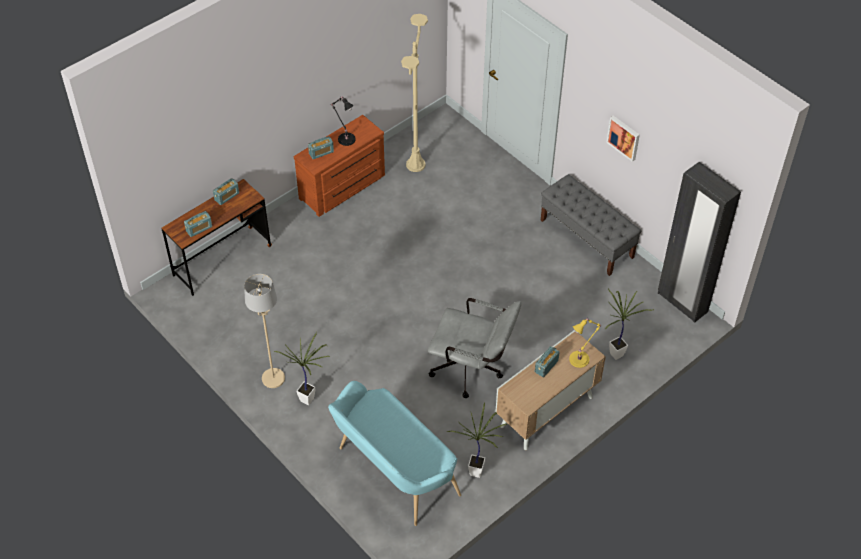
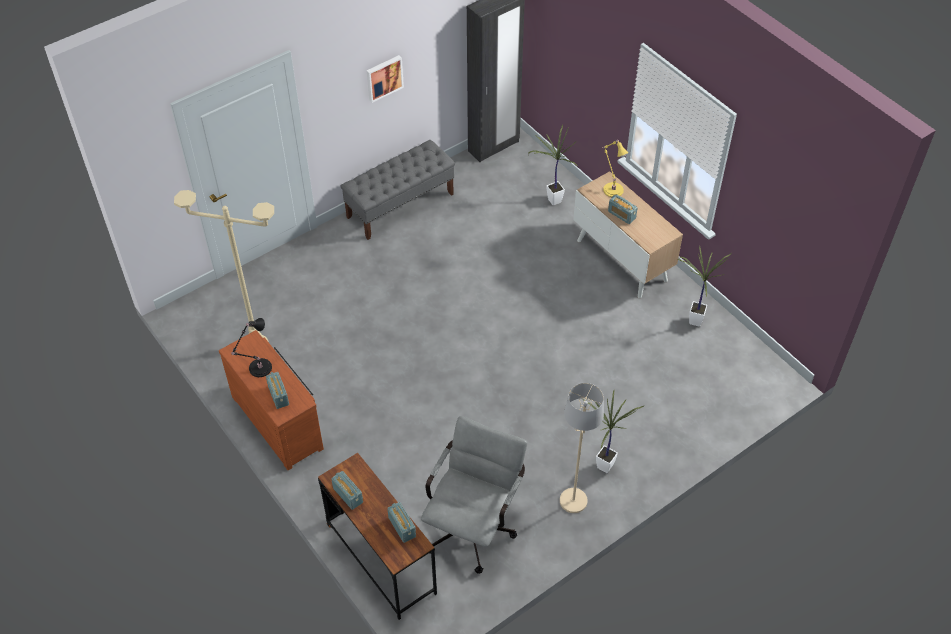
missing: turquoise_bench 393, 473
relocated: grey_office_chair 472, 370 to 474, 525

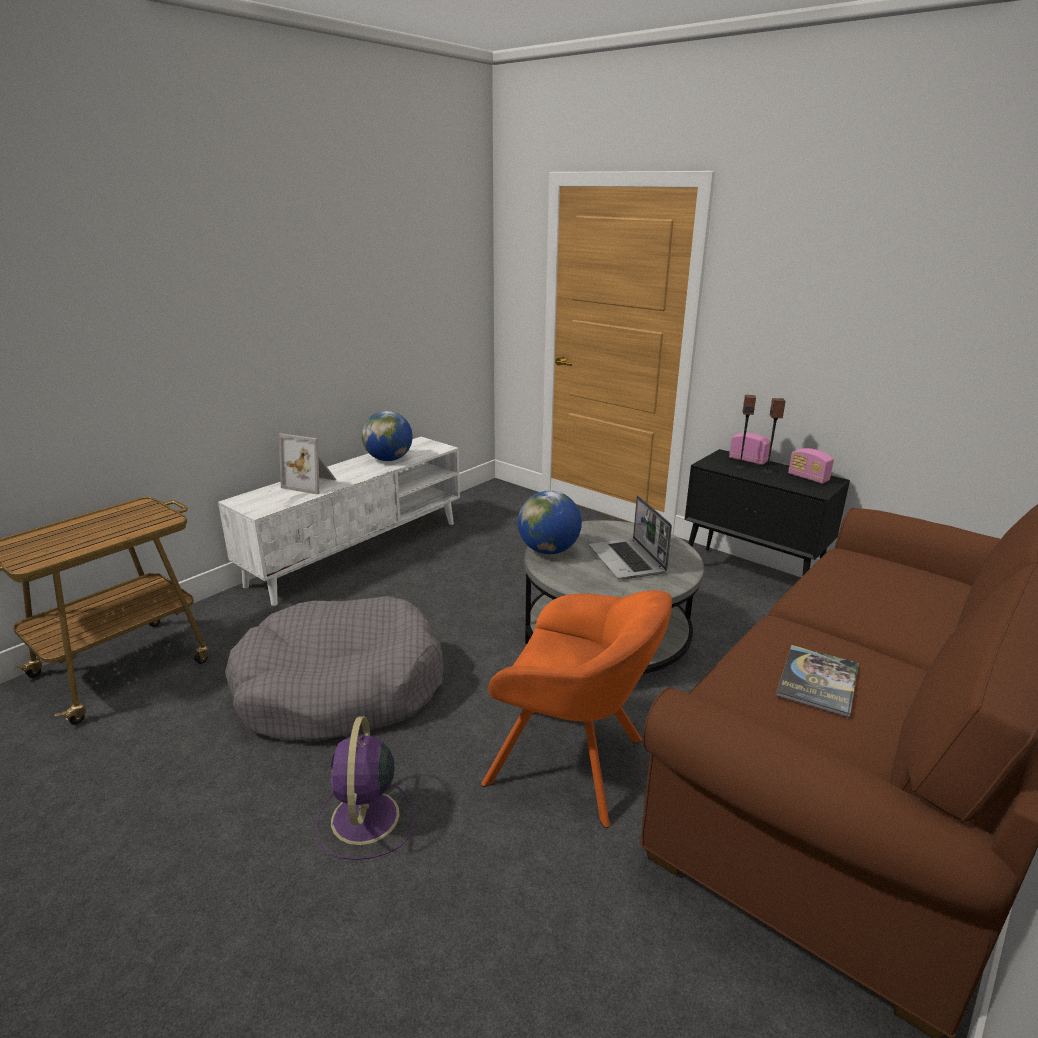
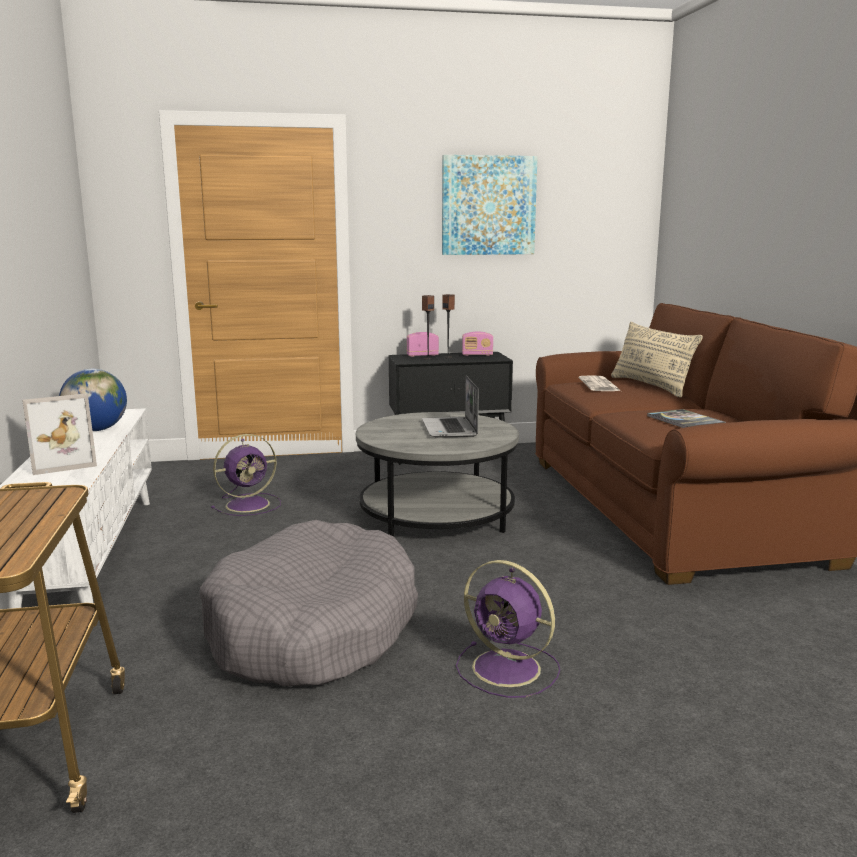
missing: globe 548, 550; orange_armchair 574, 764
appeared: picture 488, 205; beige_pillow 650, 386; newspaper 599, 385; purple_fan 249, 504
spun: laptop 628, 560 = 450, 429 60 degrees clockwise

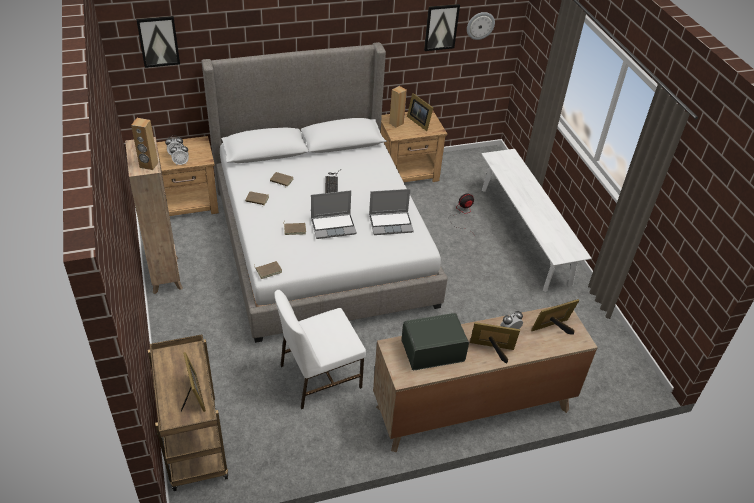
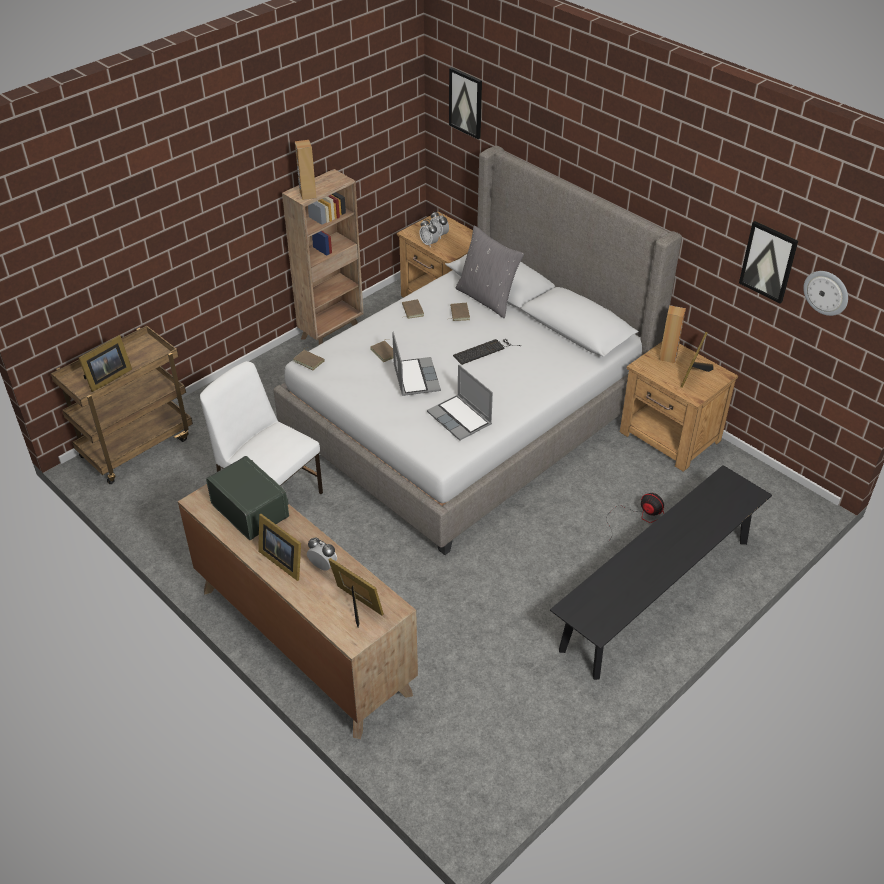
appeared: grey_pillow 487, 298
colour: white_bench 524, 234 to black_bench 657, 594
spun: laptop 334, 226 = 415, 377 150 degrees counterclockwise; picture_frame 492, 350 = 282, 560 150 degrees clockwise

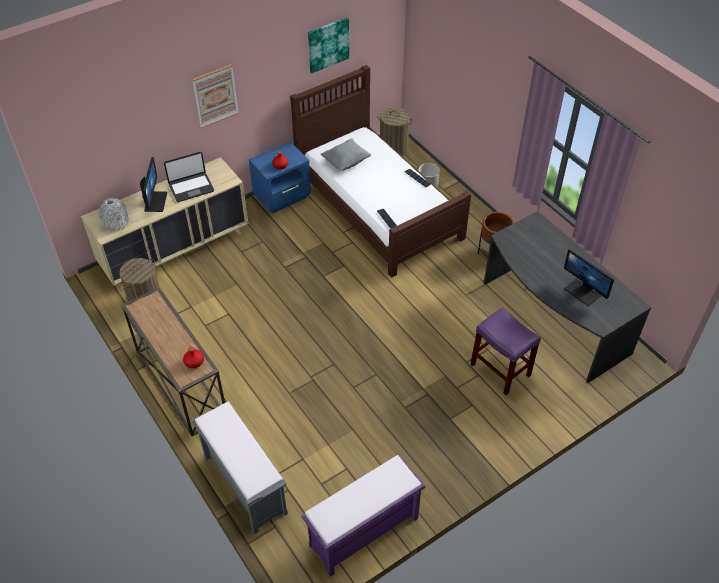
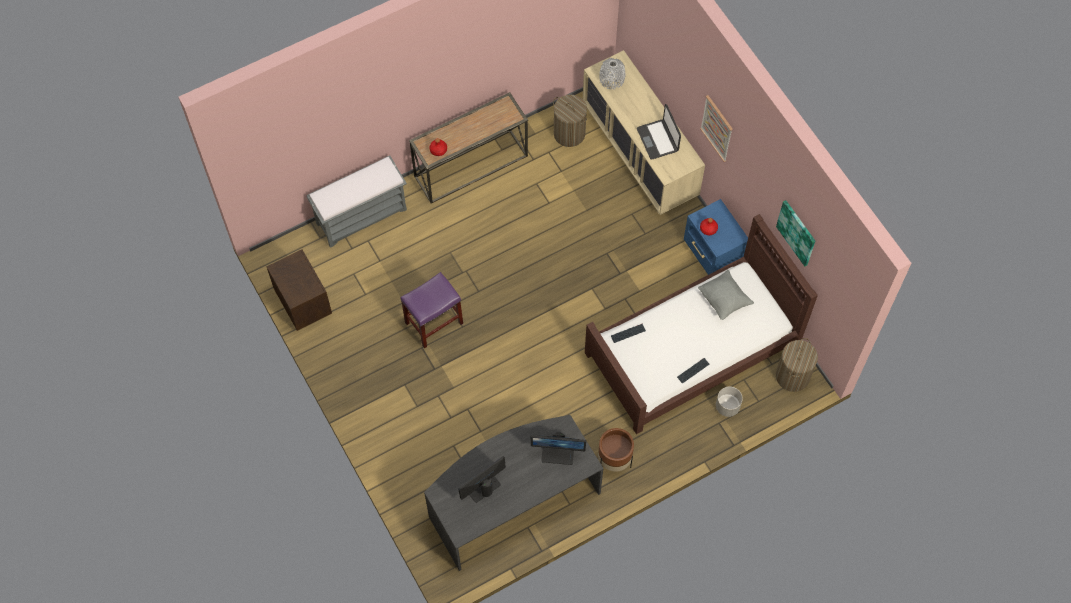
relocated: monitor 155, 201 to 558, 453; purple_stool 499, 370 to 434, 322
exchanged: purple_bench 363, 533 to brown_nightstand 304, 302

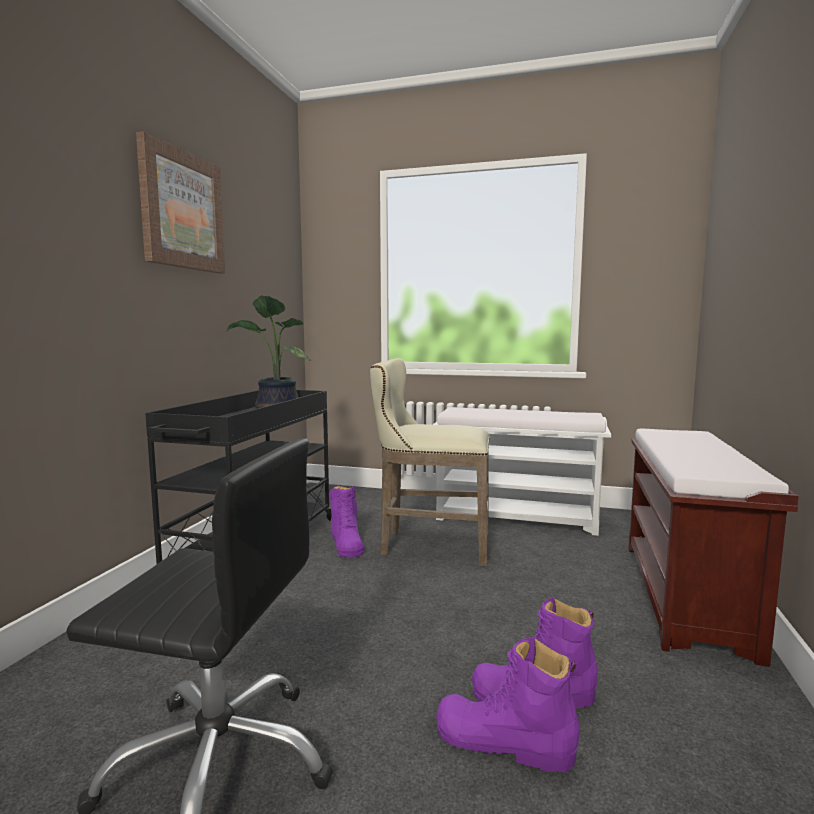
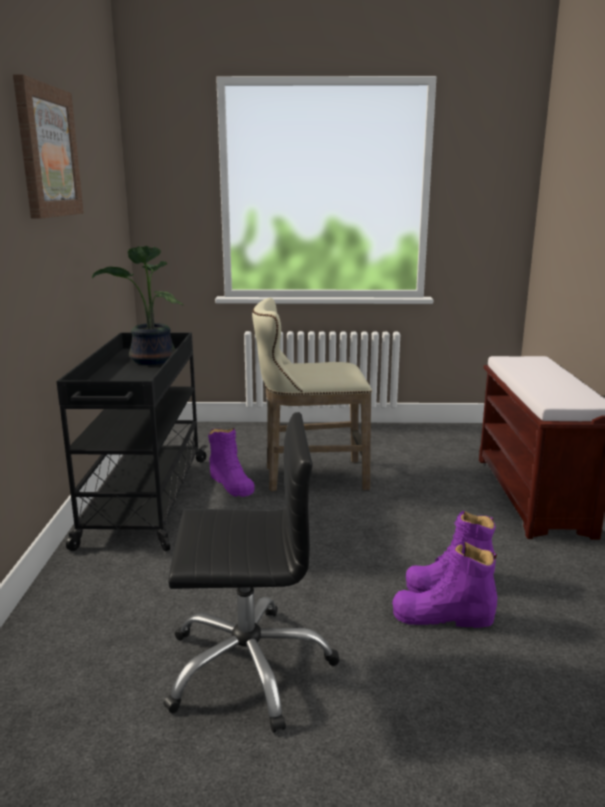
missing: white_bench 518, 517

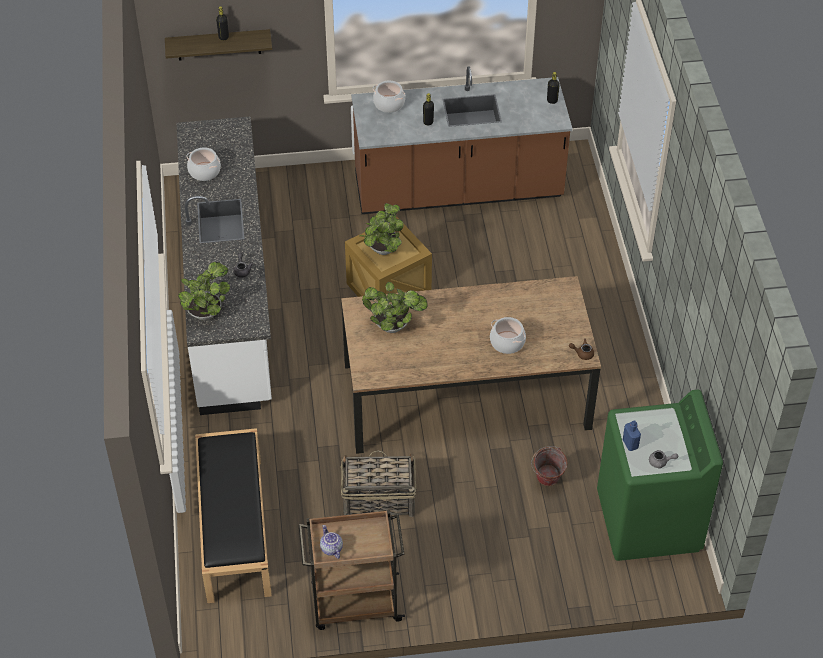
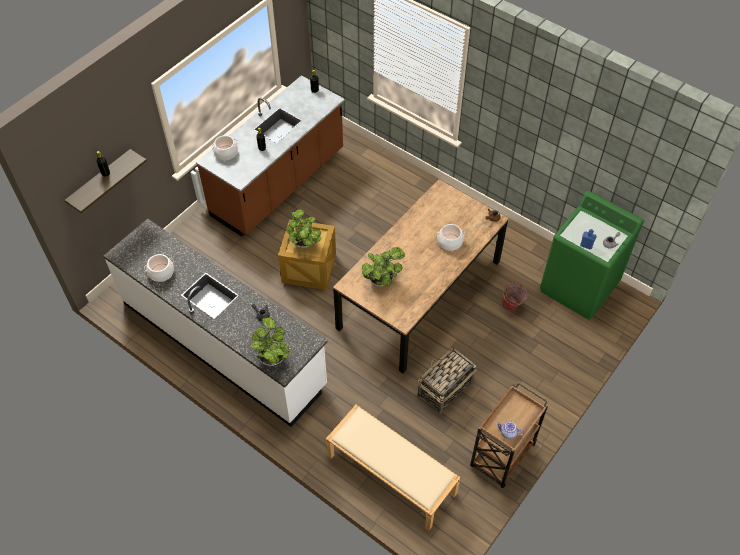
colour: black_bench 234, 527 to beige_bench 390, 474

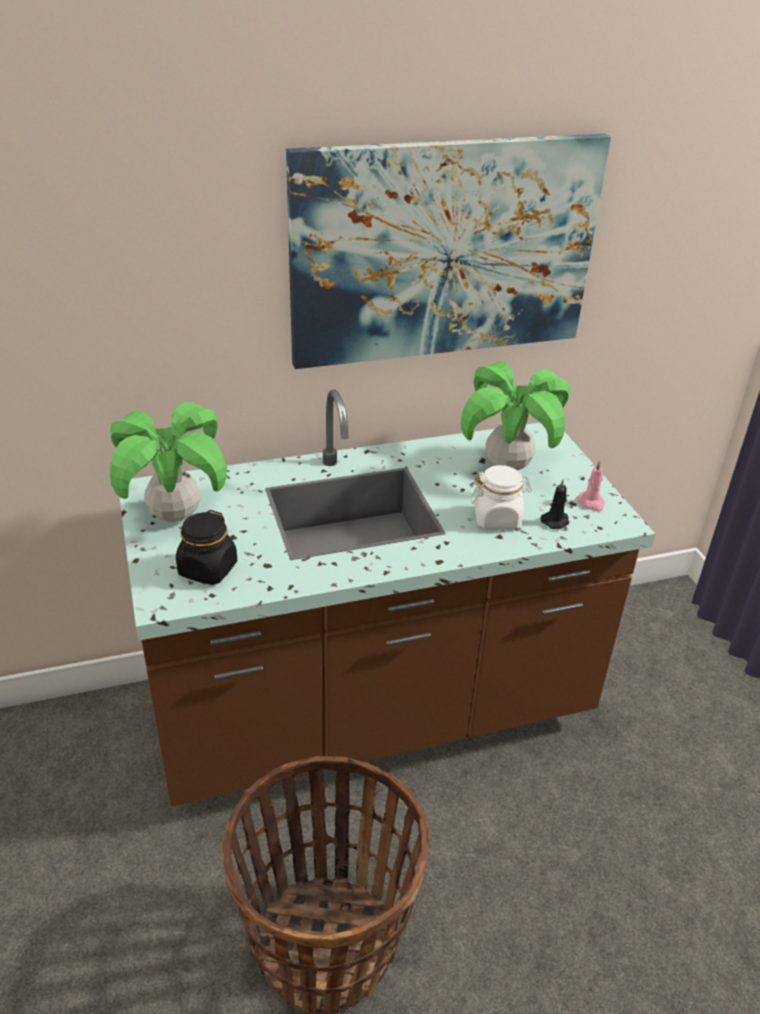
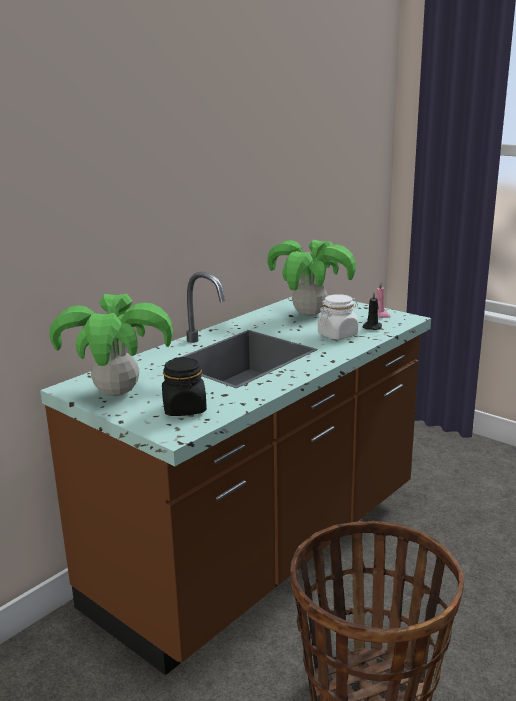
missing: picture 444, 251

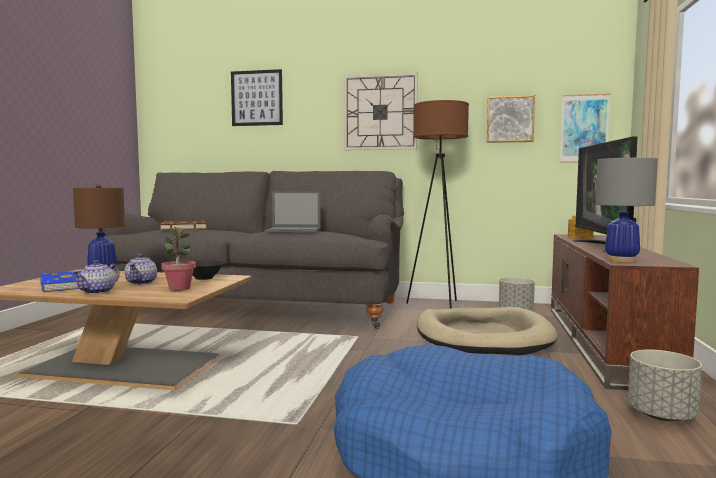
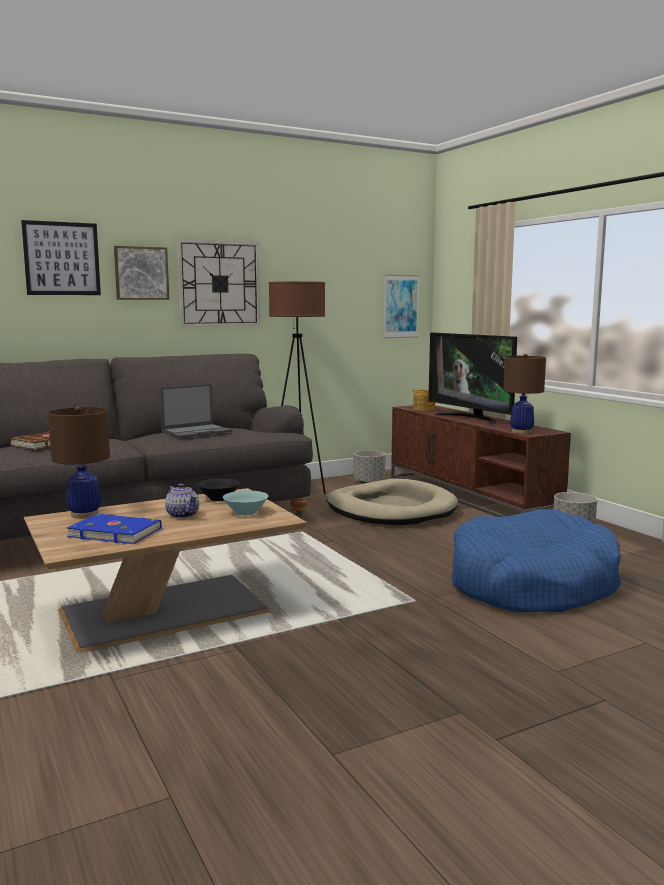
missing: teapot 98, 292
relocated: picture 510, 119 to 141, 273
exchanged: potted_plant 179, 289 to turquoise_bowl 246, 512
colour: grey_table_lamp 621, 260 to brown_table_lamp 521, 432

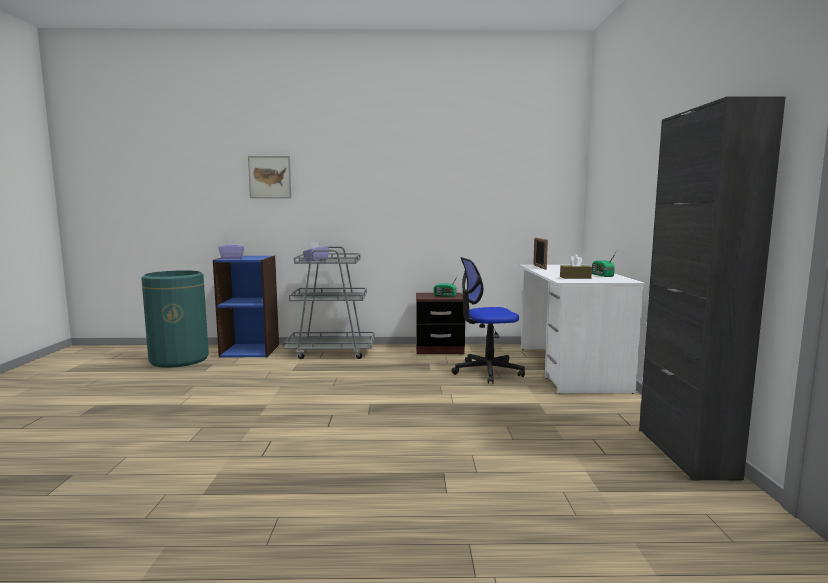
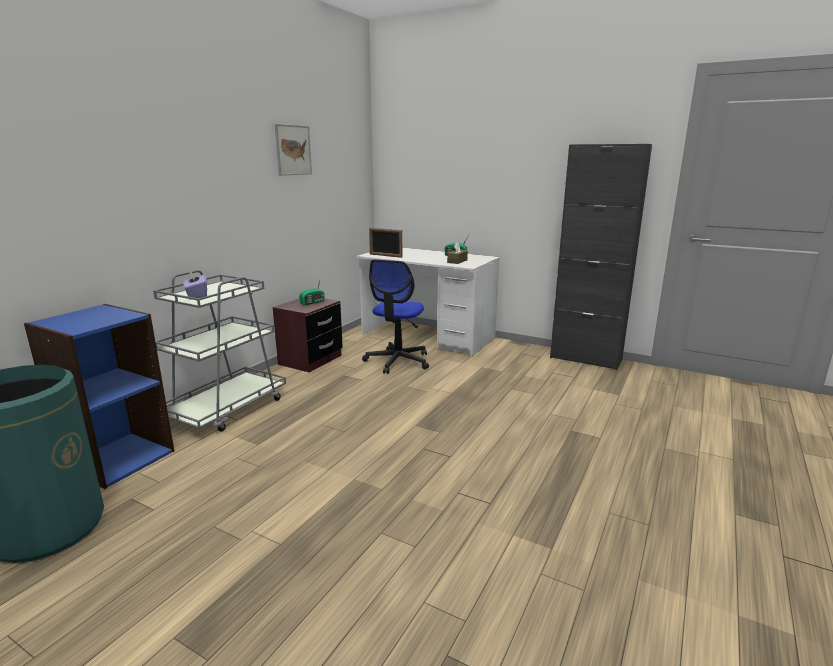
missing: purple_tissue_box 232, 258
relocated: picture 270, 177 to 293, 150

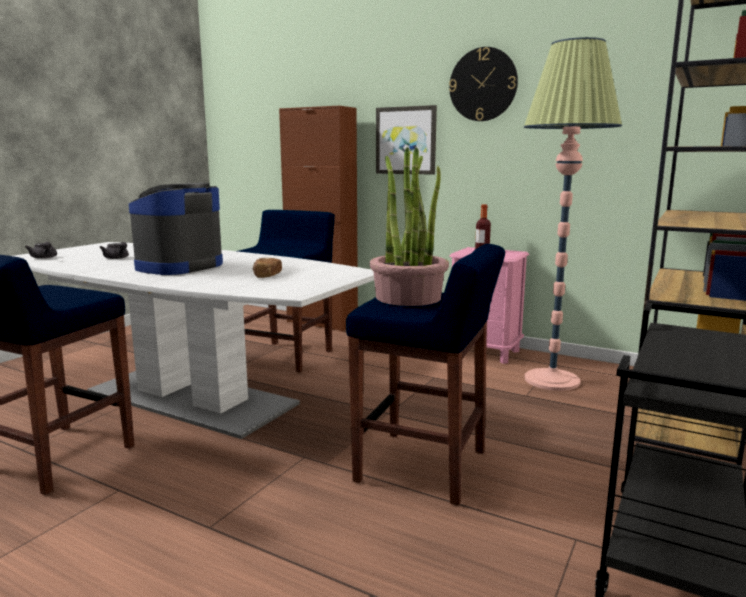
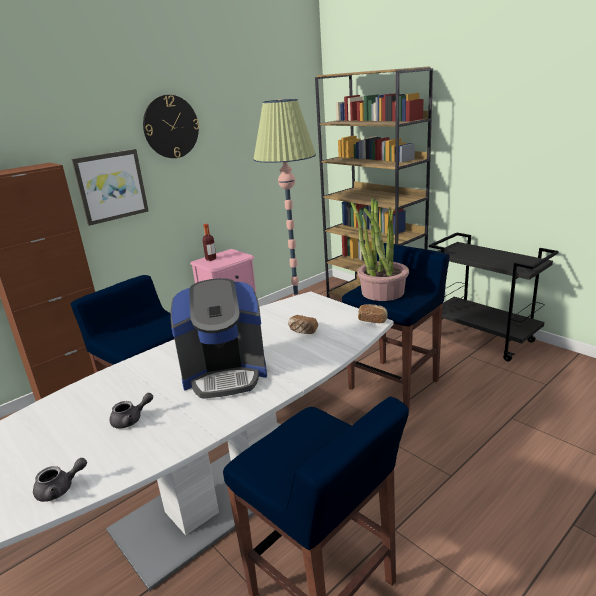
appeared: bread 372, 320
spun: coffee_machine 178, 266 = 225, 374 60 degrees counterclockwise

